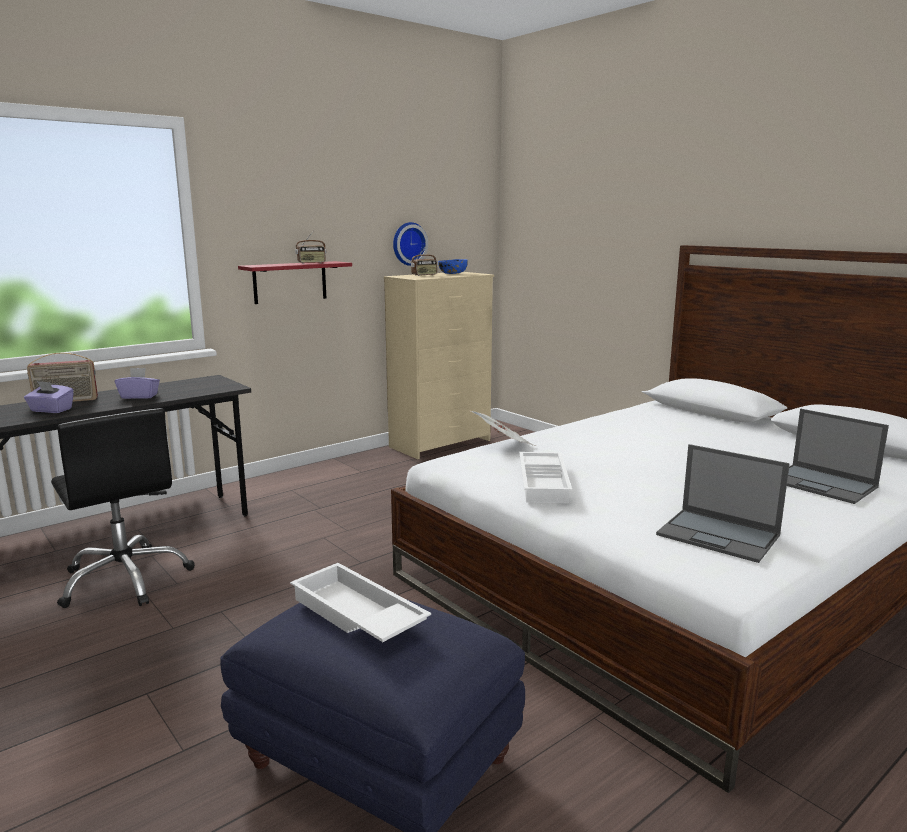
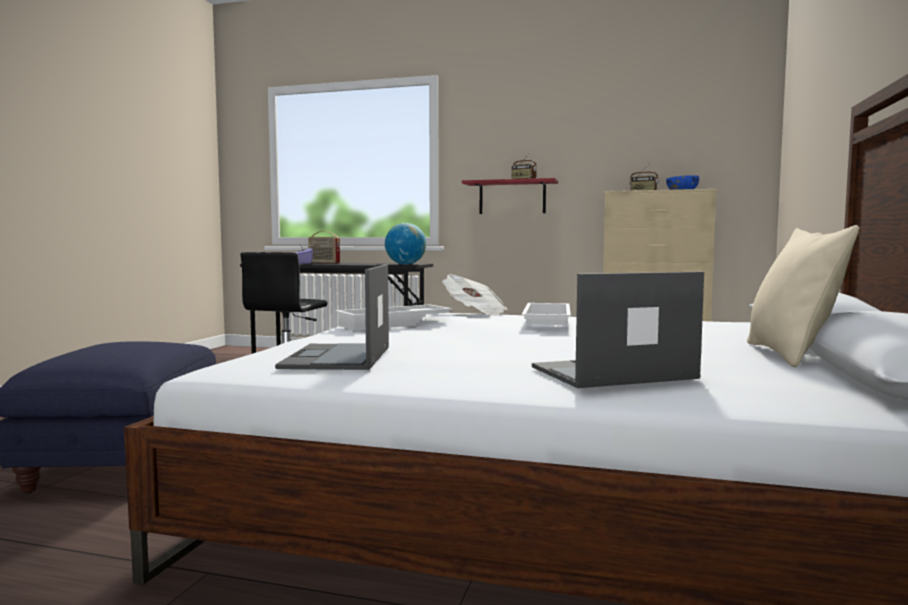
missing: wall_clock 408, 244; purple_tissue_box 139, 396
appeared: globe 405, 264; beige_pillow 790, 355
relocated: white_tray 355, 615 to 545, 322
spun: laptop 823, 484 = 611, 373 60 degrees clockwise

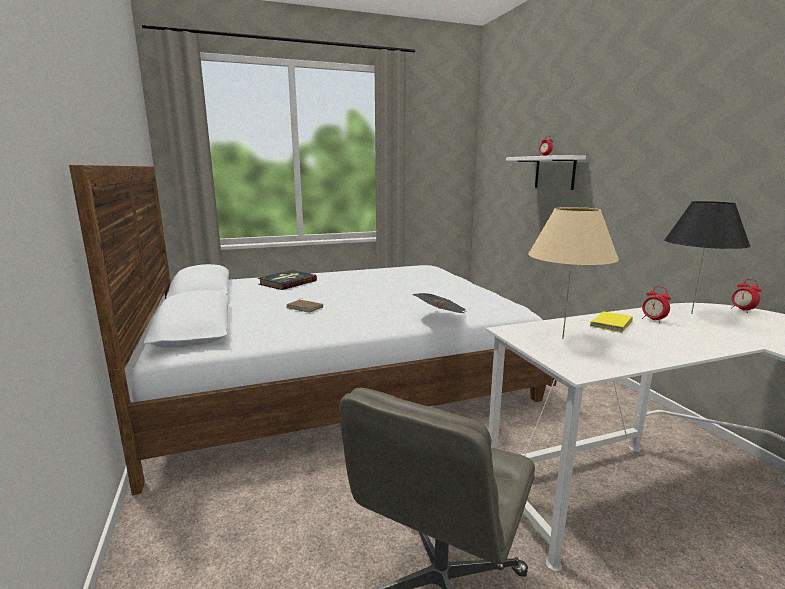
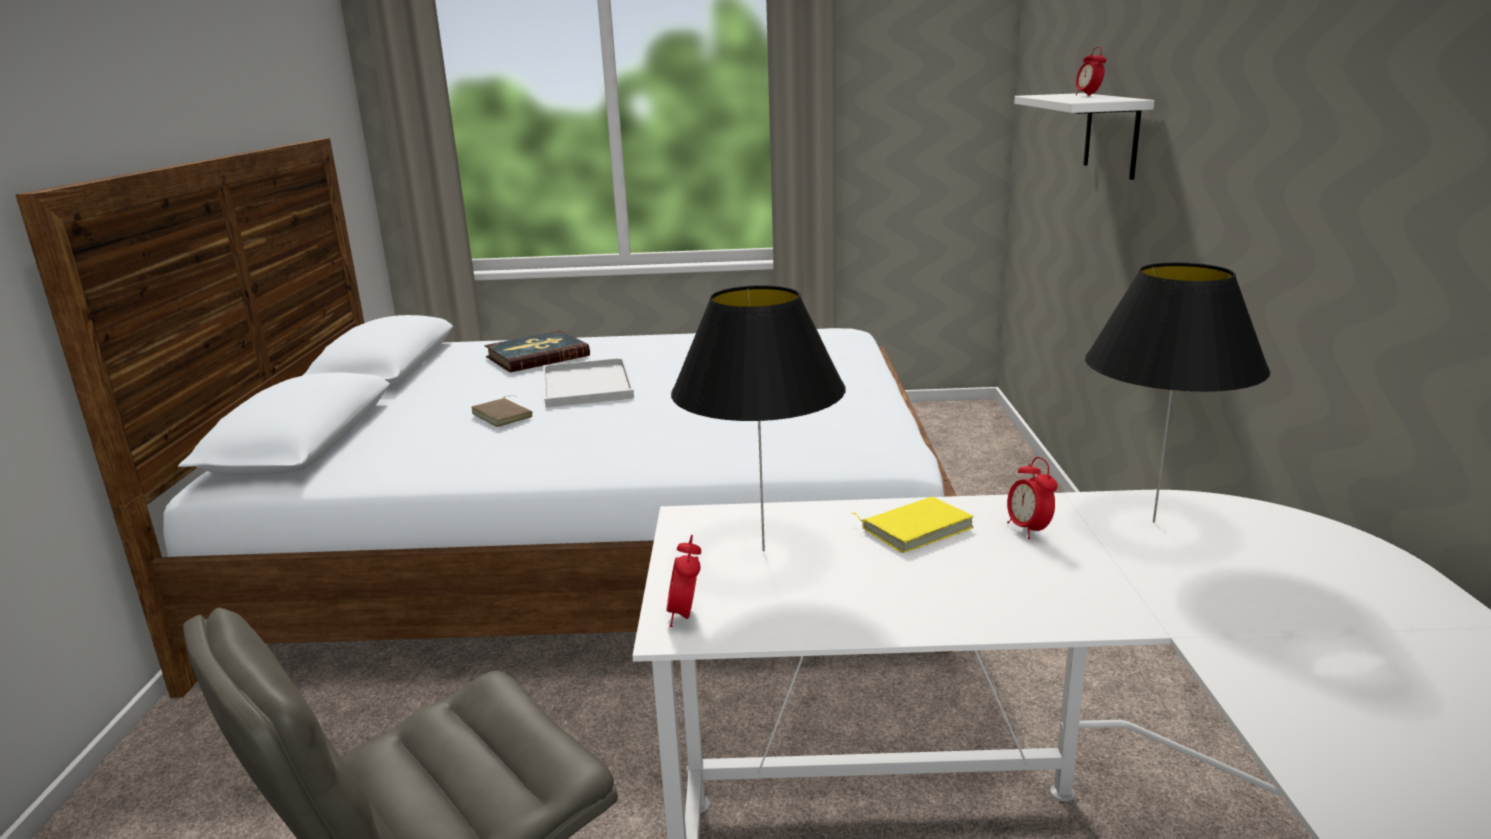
missing: newspaper 441, 318
appeared: white_tray 588, 385
relocated: alarm_clock 742, 310 to 685, 615
colour: beige_table_lamp 563, 338 to black_table_lamp 764, 551

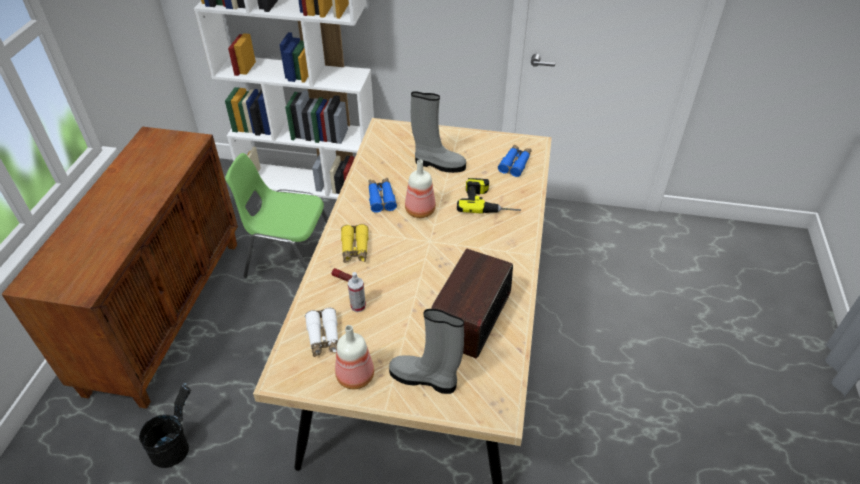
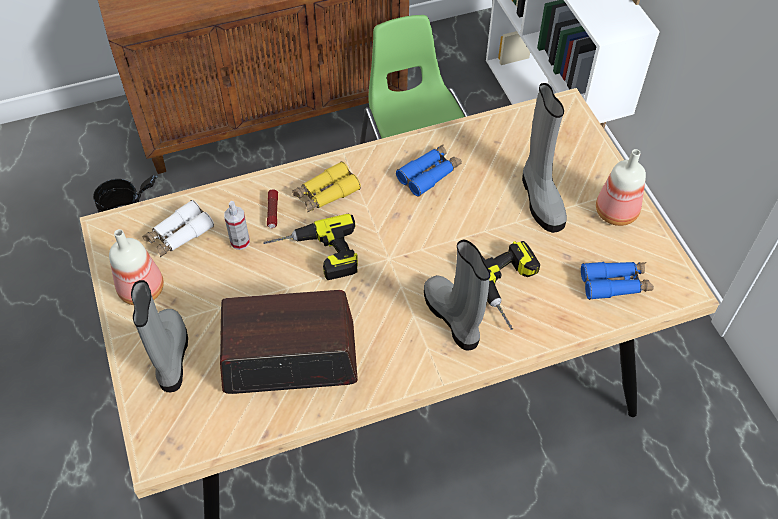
appeared: power_drill 315, 255; grey_boot 453, 318
relocated: bottle 419, 211 to 614, 211

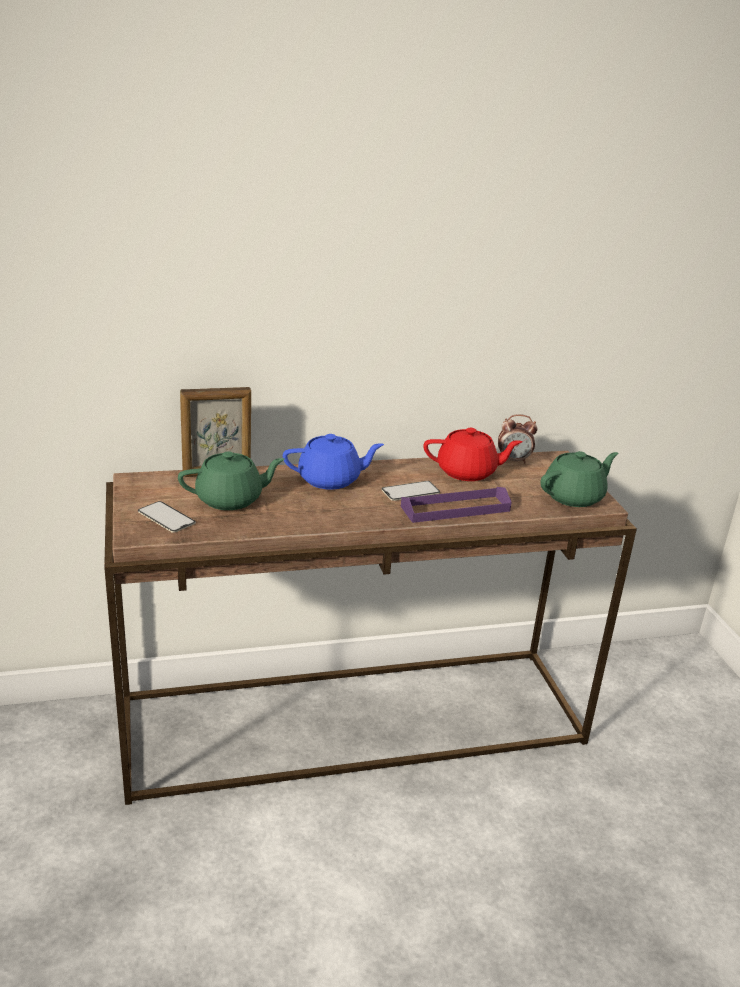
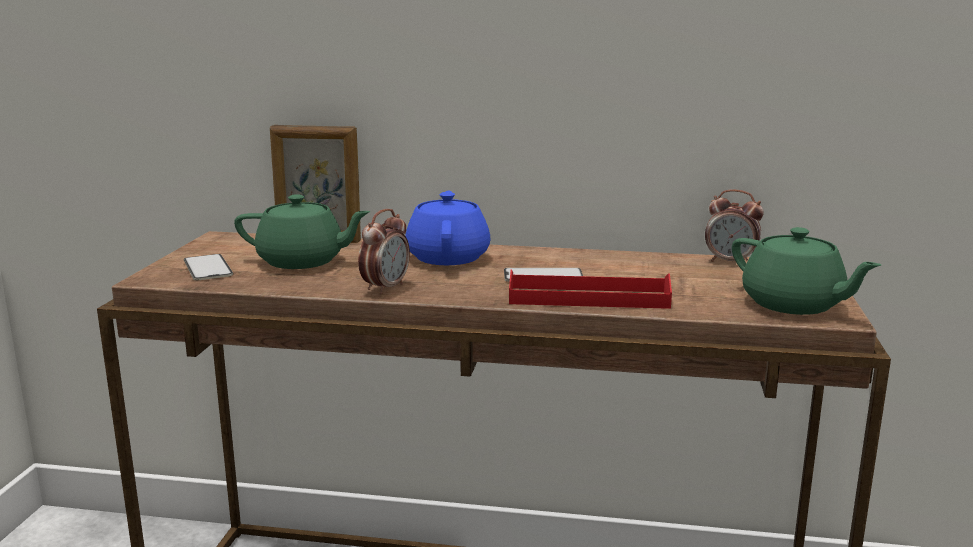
missing: red_teapot 467, 472
appeared: alarm_clock 385, 288
colour: purple_tray 455, 509 to red_tray 588, 297
spun: blue_teapot 330, 480 = 448, 257 105 degrees counterclockwise; green_teapot 574, 497 = 793, 304 60 degrees clockwise

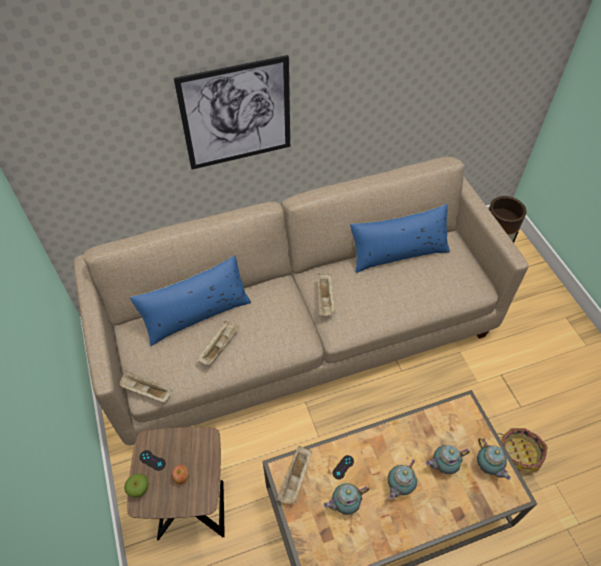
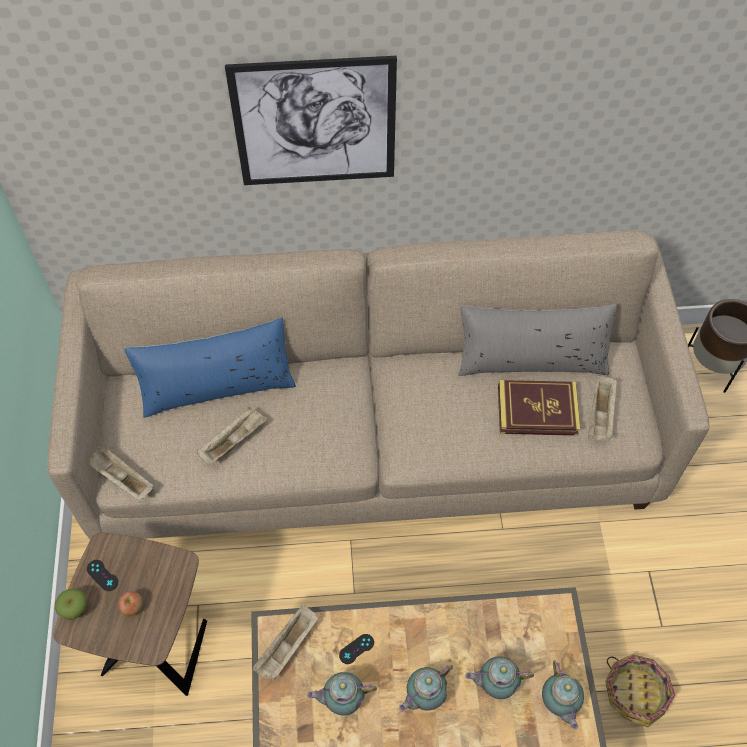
appeared: book 537, 410
relocated: beige_tray 325, 300 to 600, 415
colour: blue_pillow 398, 253 to grey_pillow 531, 359

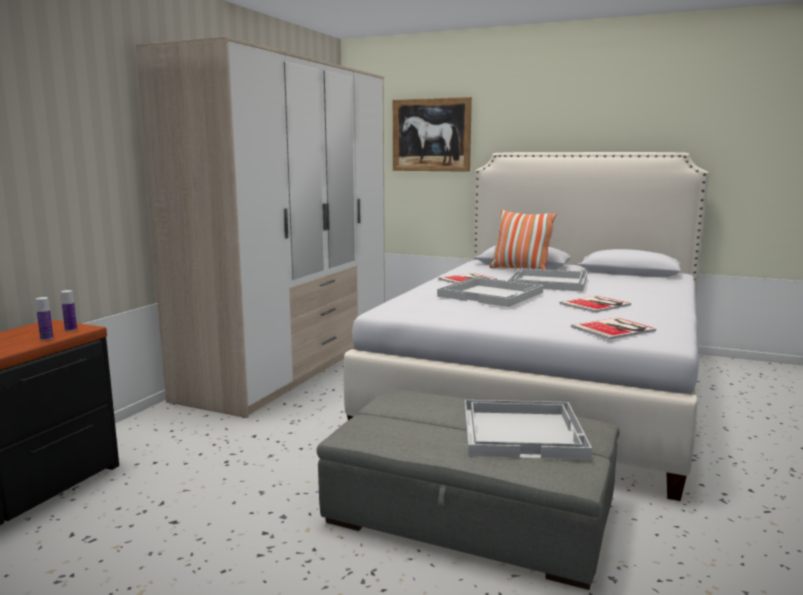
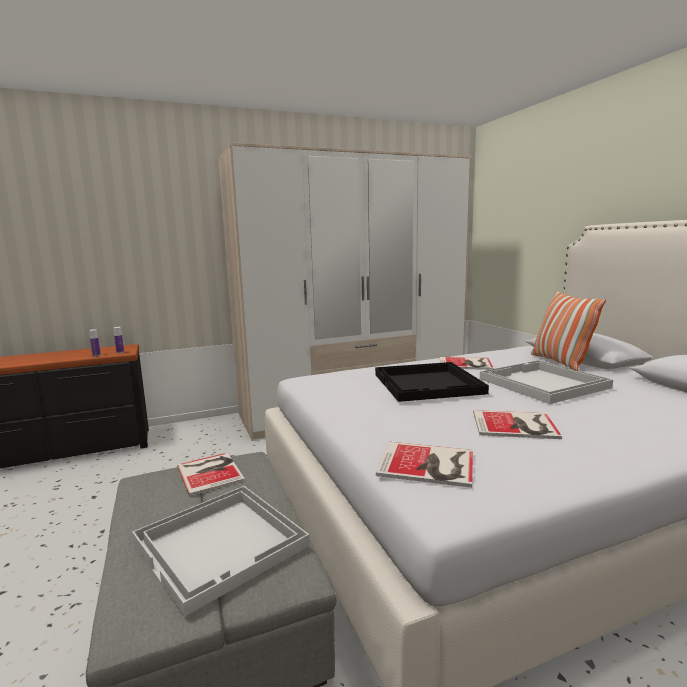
missing: picture 431, 135
appeared: book 211, 472
colour: white_tray 492, 294 to black_tray 428, 384

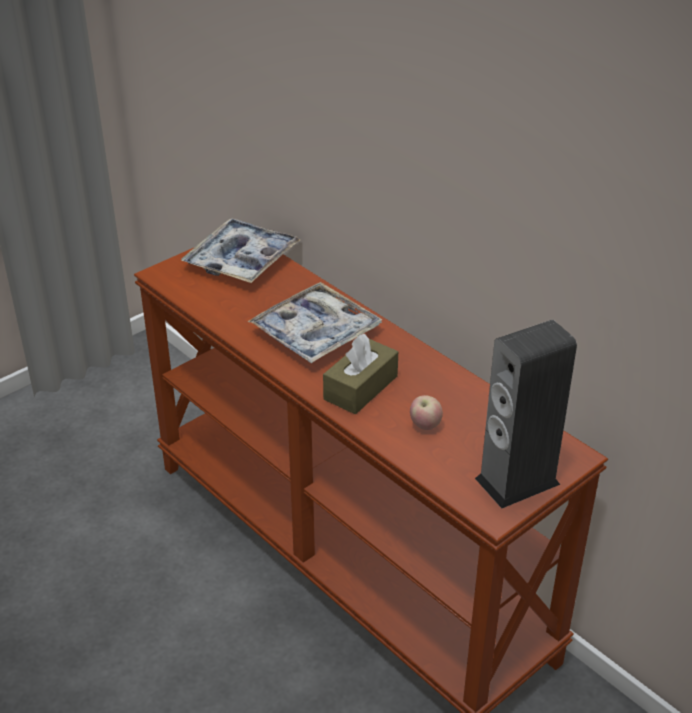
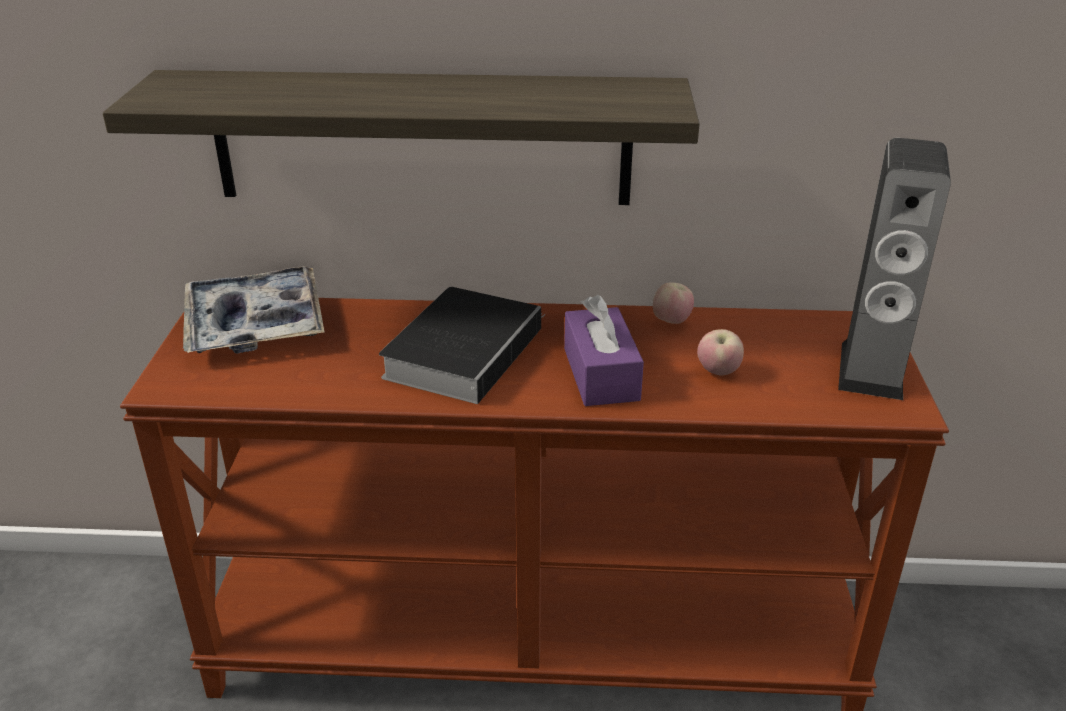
appeared: shelf 422, 138; apple 671, 322
exchanged: tray 315, 332 to book 465, 350
colour: brown_tissue_box 360, 388 to purple_tissue_box 601, 374

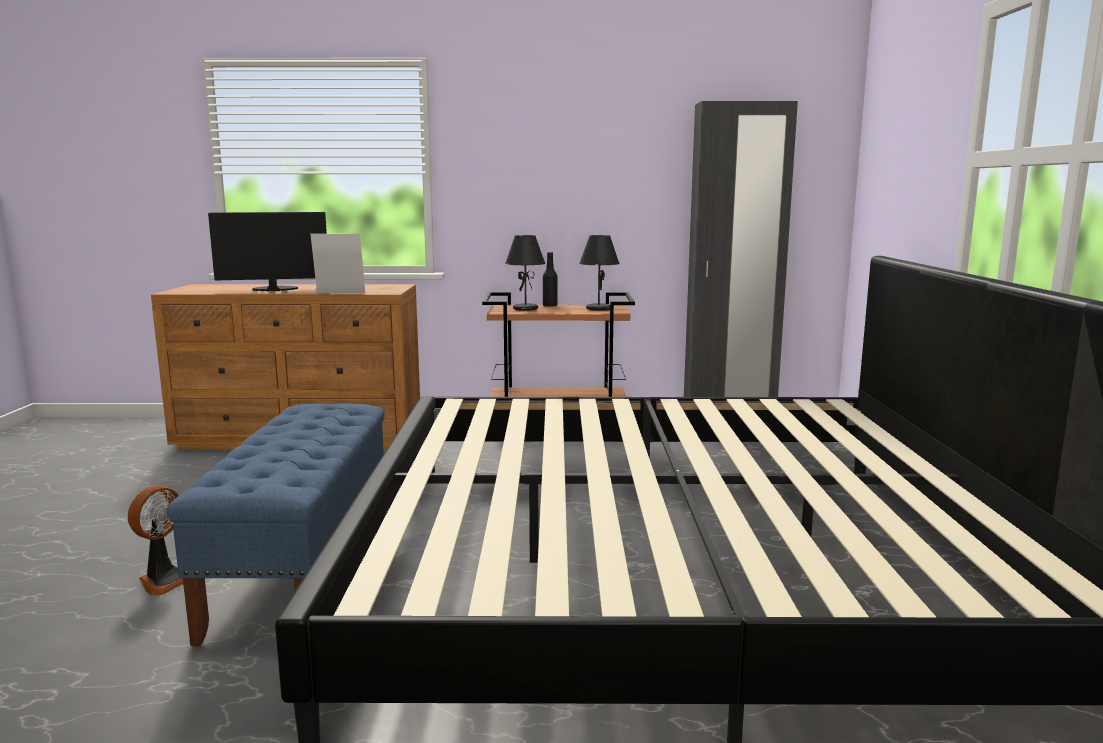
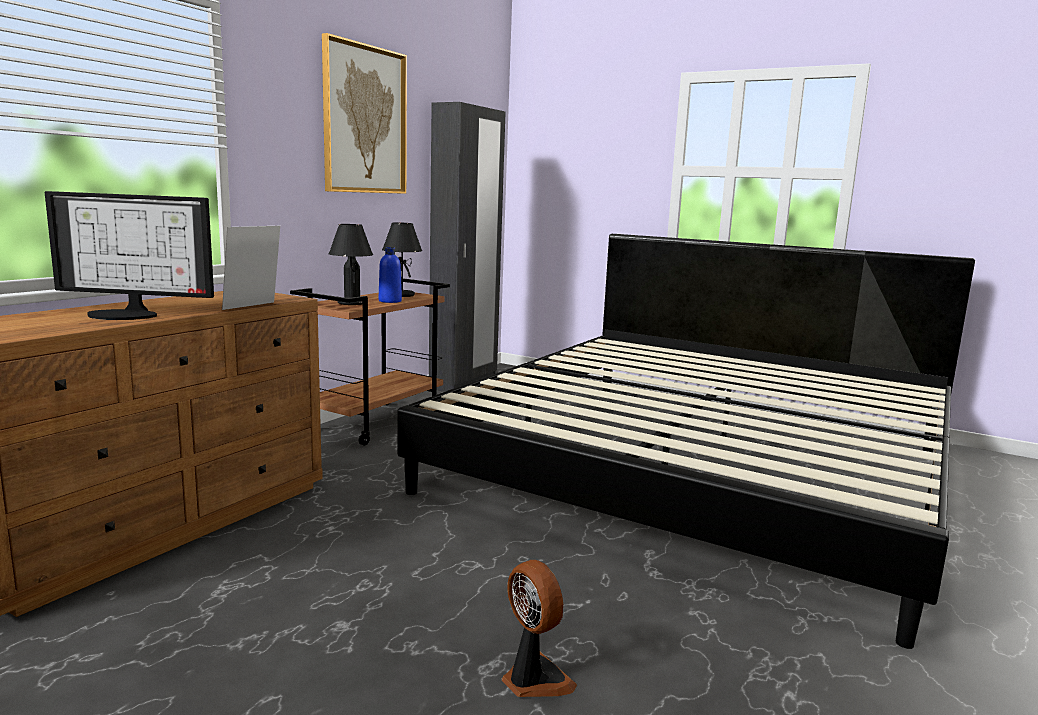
missing: blue_bench 304, 568
appeared: picture 365, 120; blue_bottle 390, 301
spun: monitor 274, 289 = 127, 314 105 degrees counterclockwise

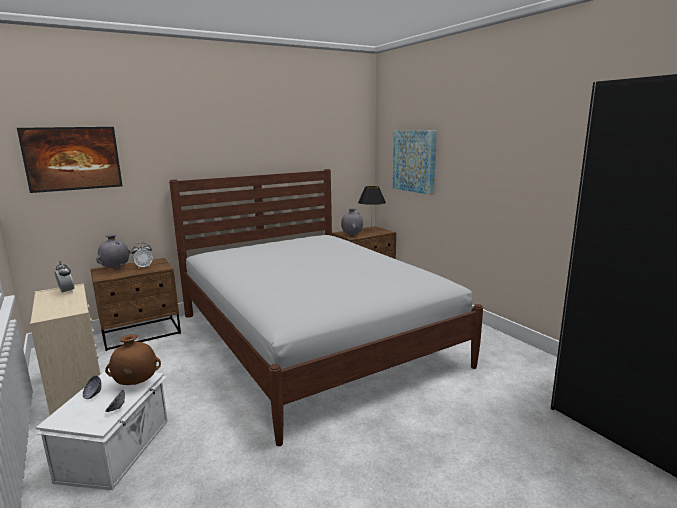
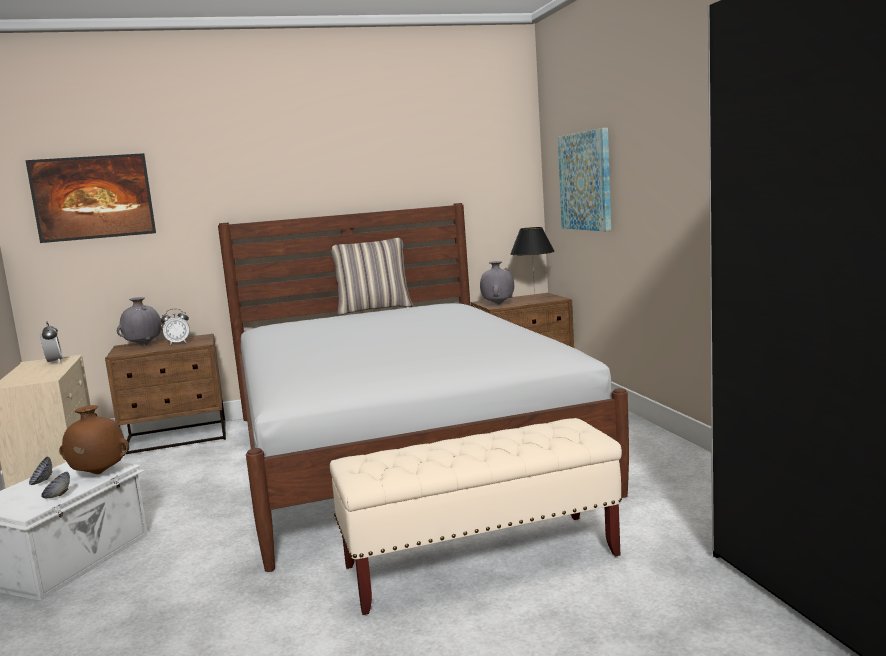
appeared: pillow 374, 309; beige_bench 482, 562

